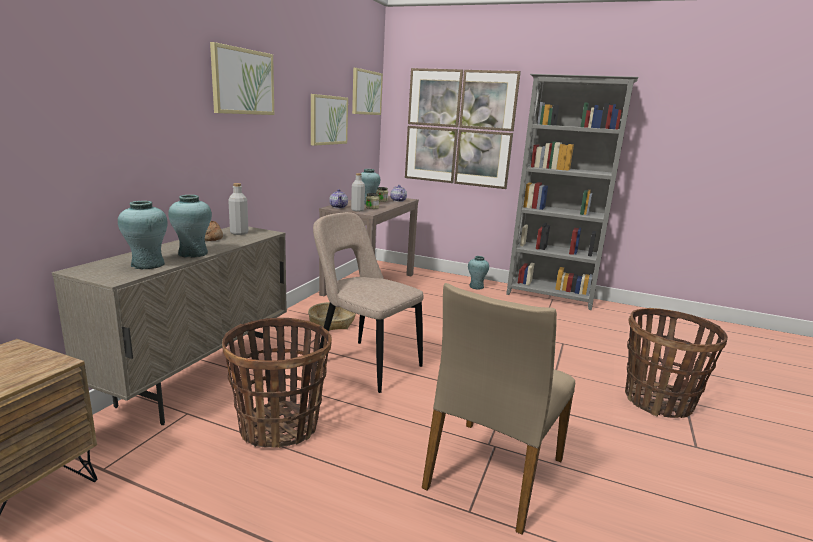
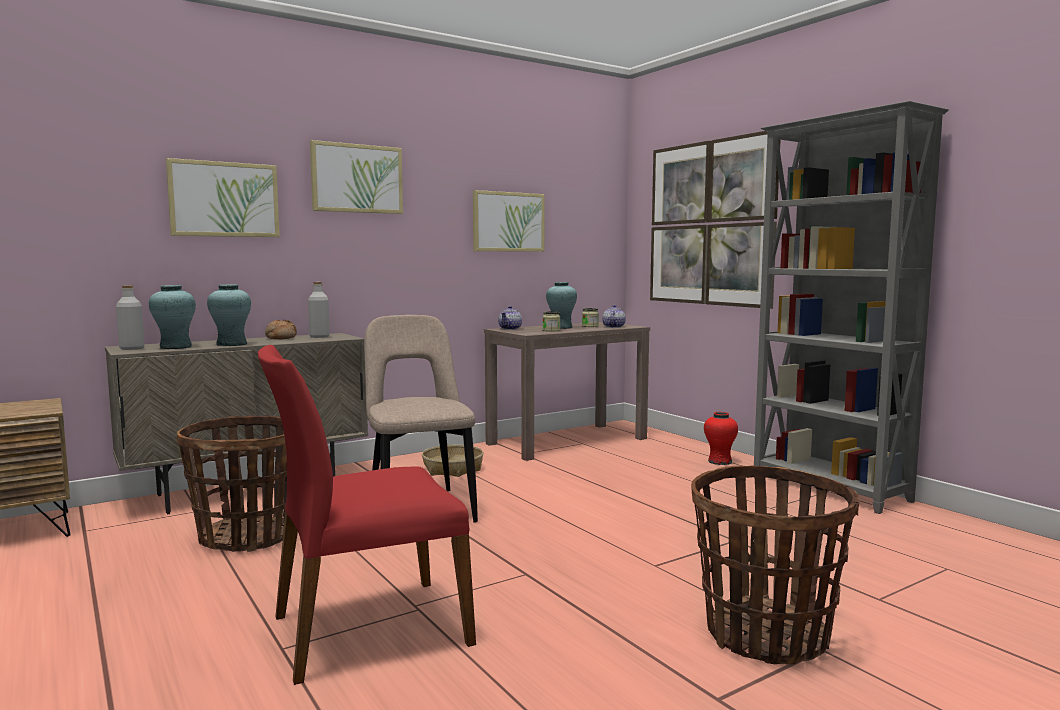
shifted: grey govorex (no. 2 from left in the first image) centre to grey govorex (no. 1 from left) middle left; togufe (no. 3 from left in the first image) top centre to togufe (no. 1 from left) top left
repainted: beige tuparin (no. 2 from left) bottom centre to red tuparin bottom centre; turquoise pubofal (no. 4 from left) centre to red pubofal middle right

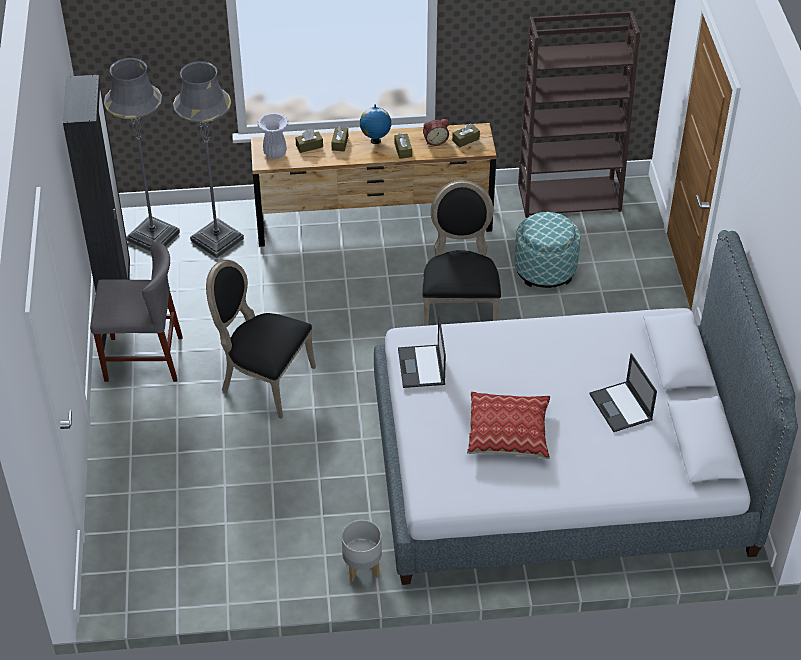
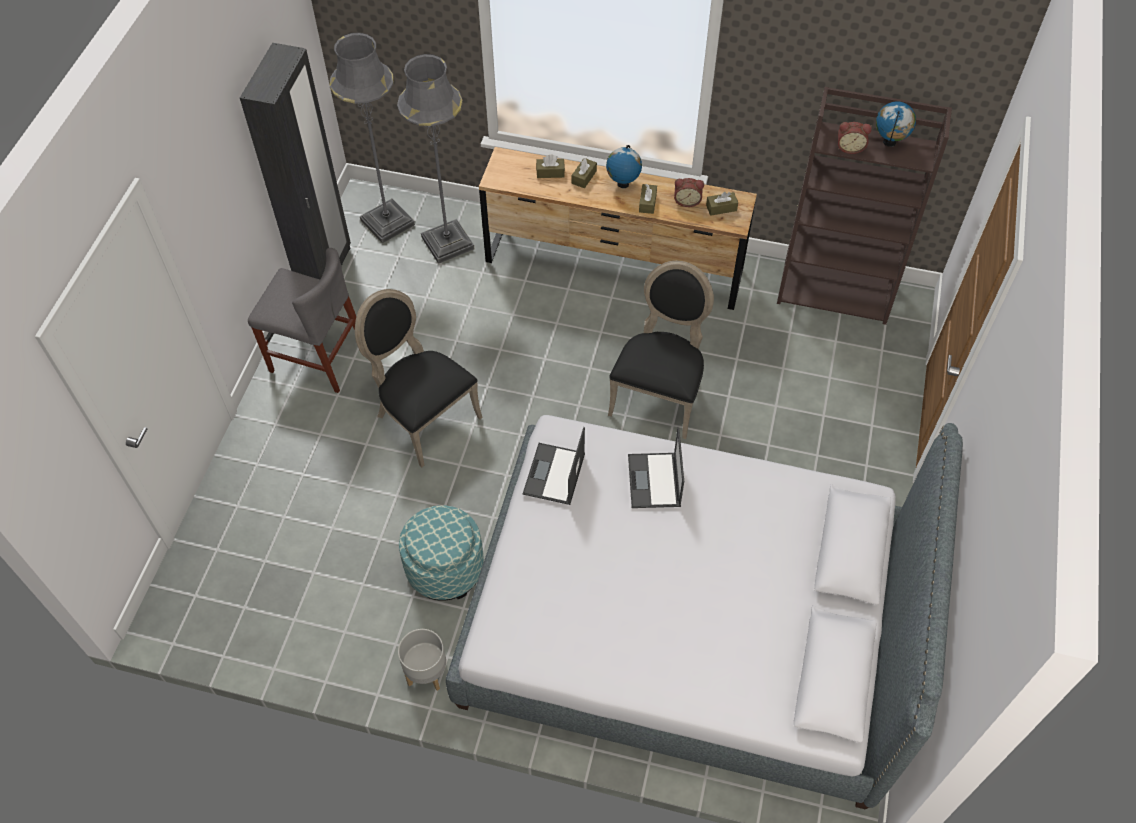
gone: white pubofal top centre; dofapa centre
new: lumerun (no. 2 from left) top right; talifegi (no. 2 from left) top right
shifted: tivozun middle right to bottom centre; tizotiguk (no. 2 from left) middle right to centre

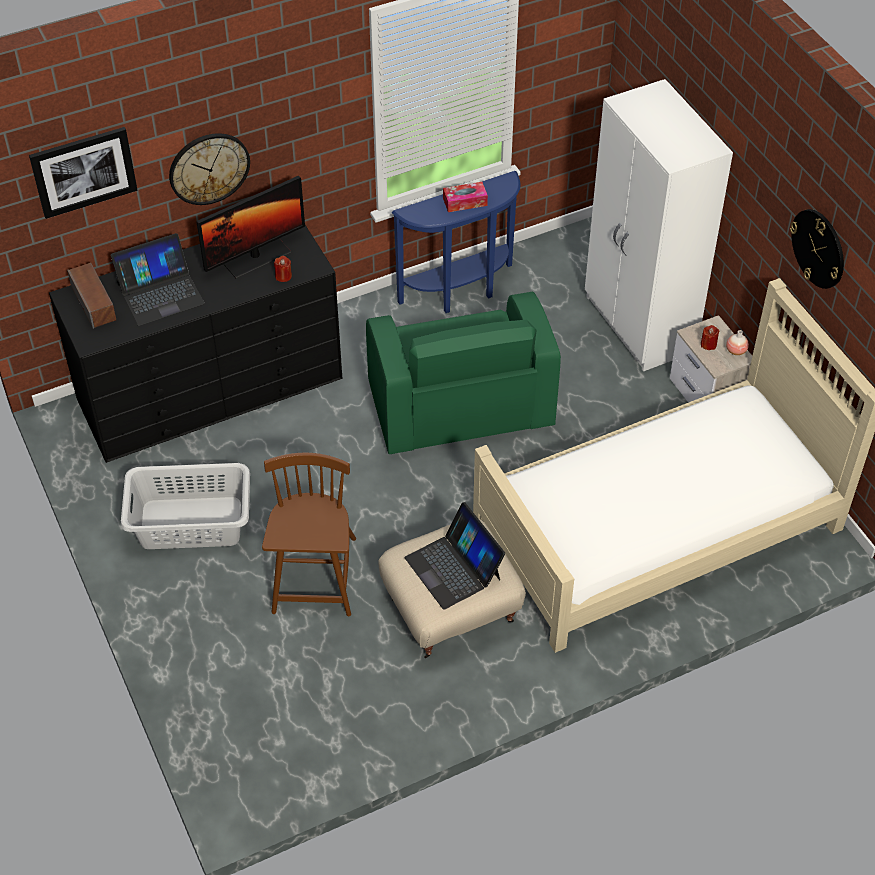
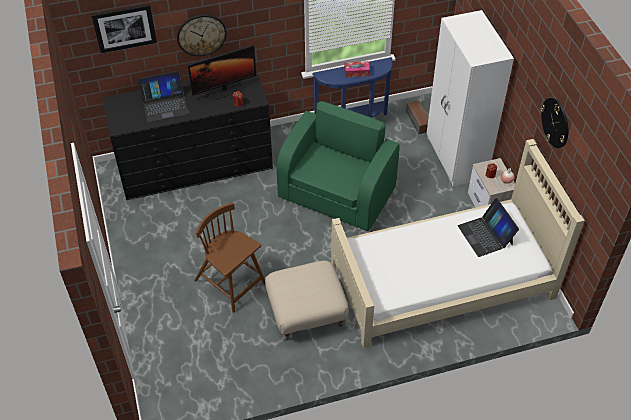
gone: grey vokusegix middle left
shifted: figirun middle left to top centre; tizotiguk (no. 2 from left) centre to middle right
rotated: brown tuparin centre = centre 60 degrees counterclockwise; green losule centre = centre 150 degrees counterclockwise

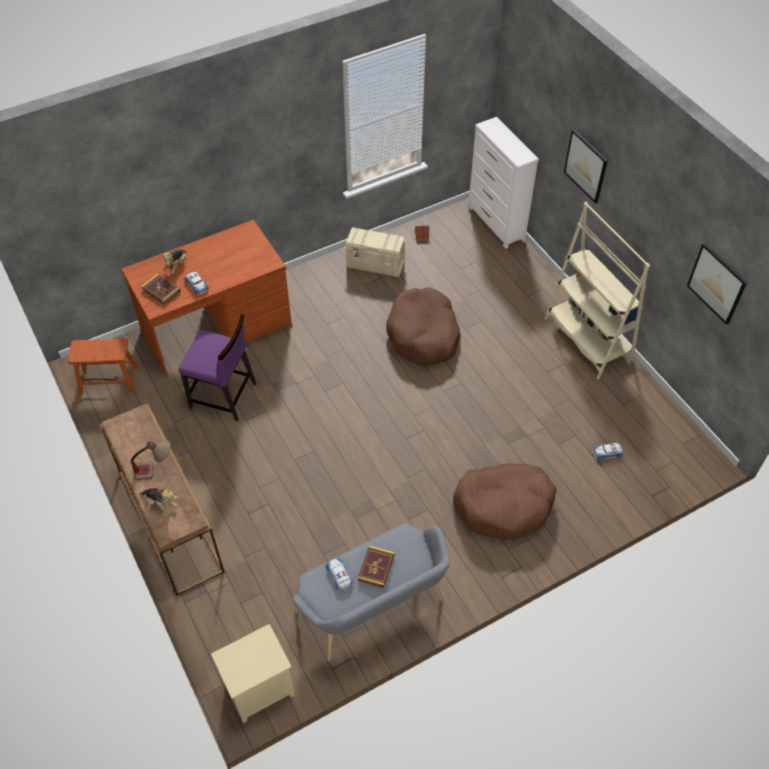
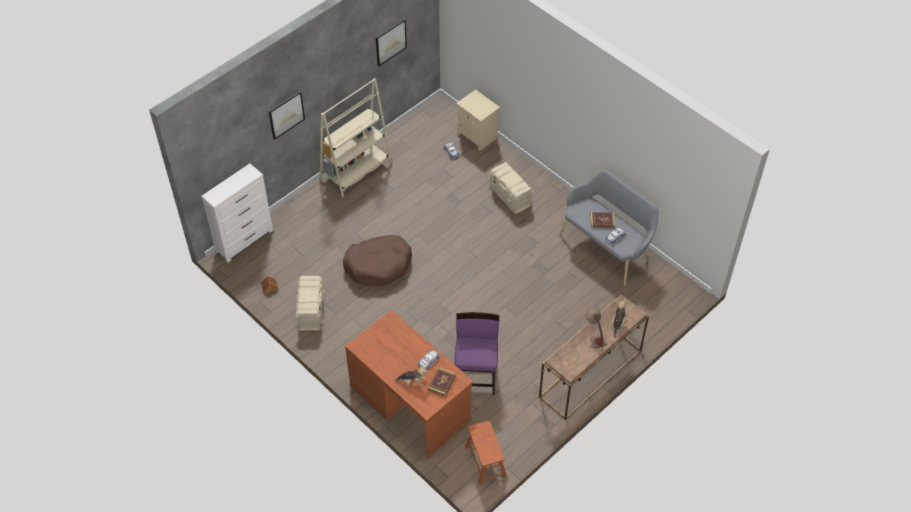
shifted: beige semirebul bottom left to top centre
swapped: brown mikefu (no. 2 from left) centre to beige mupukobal (no. 2 from left) centre

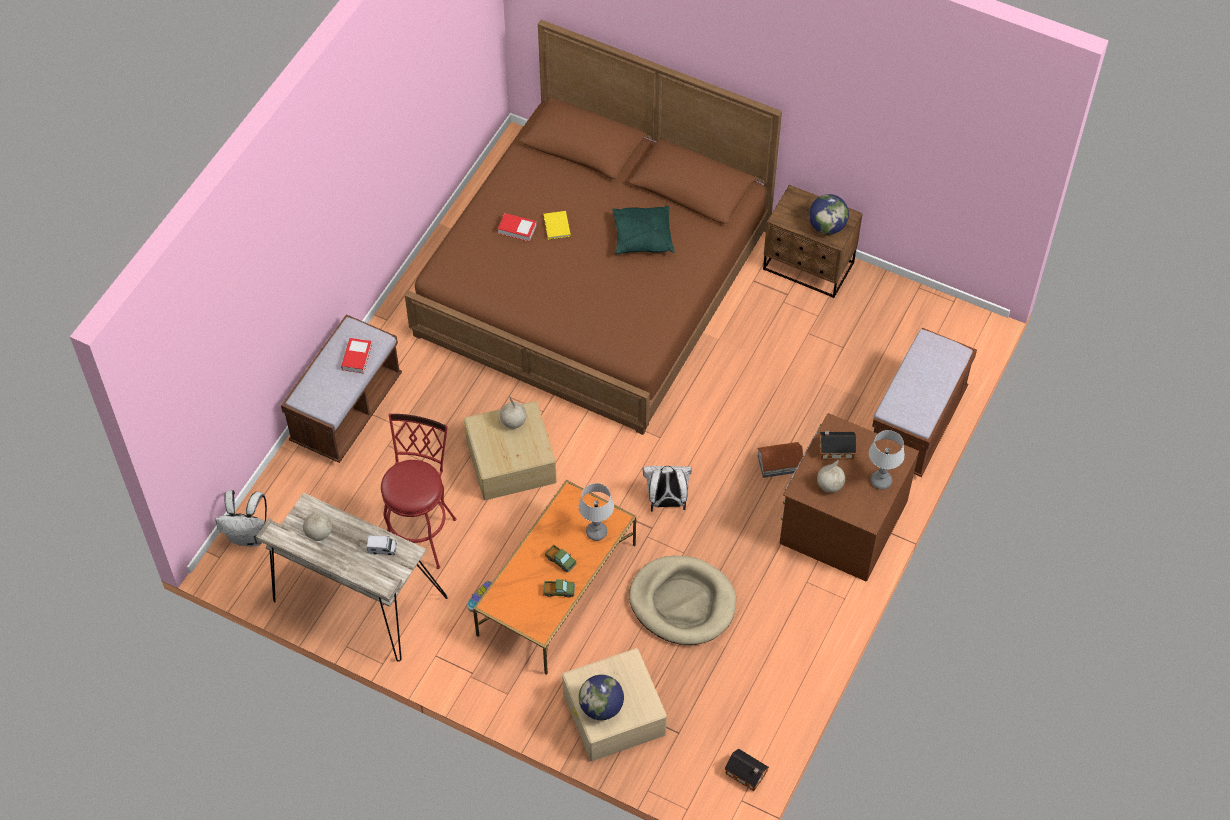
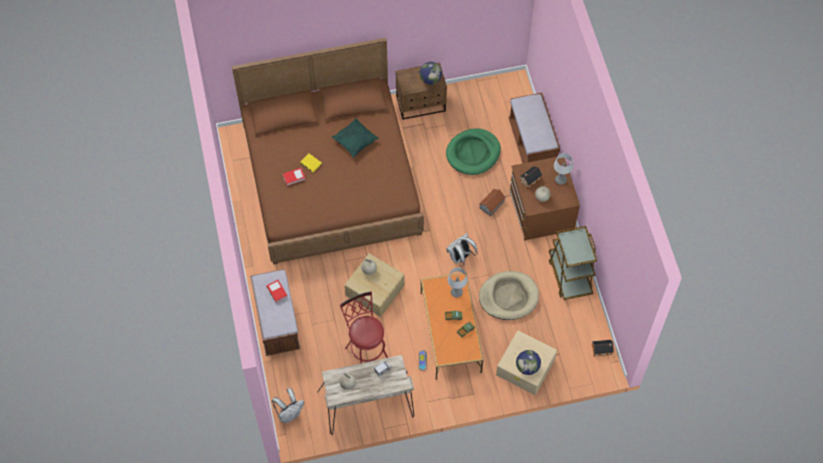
new: green mikefu top centre; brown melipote middle right

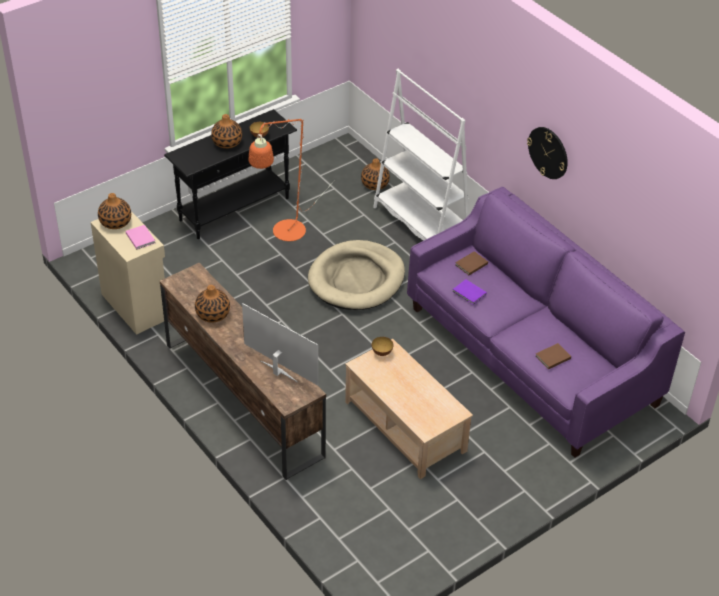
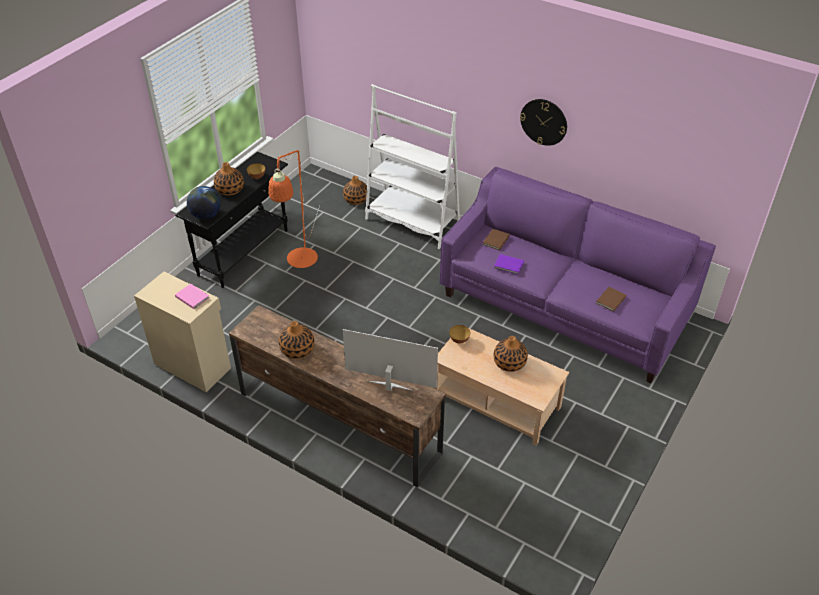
gone: beige mikefu centre
new: talifegi middle left
shifted: pubofal (no. 1 from left in the first image) middle left to pubofal (no. 4 from left) centre

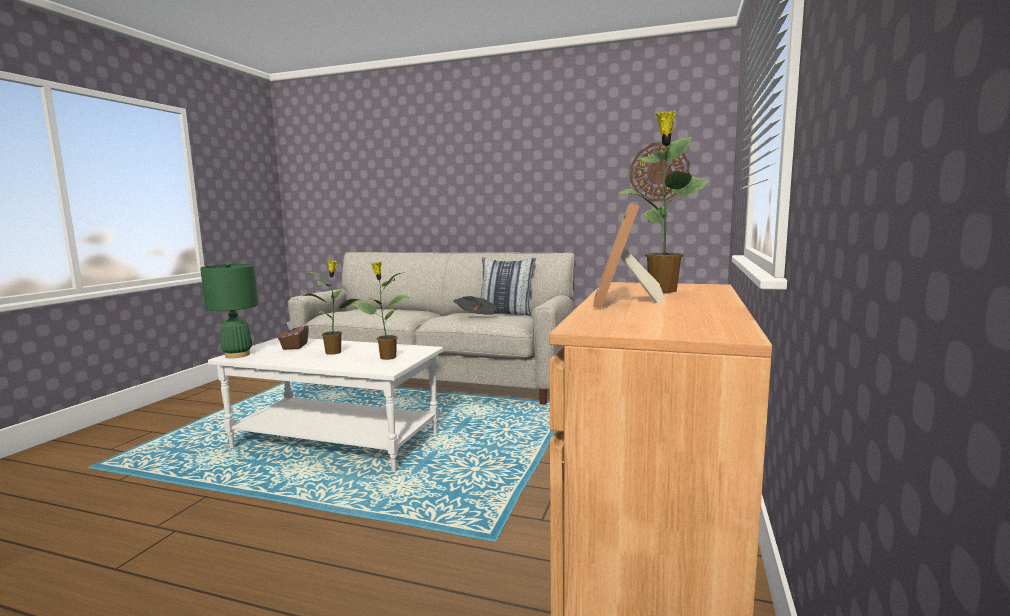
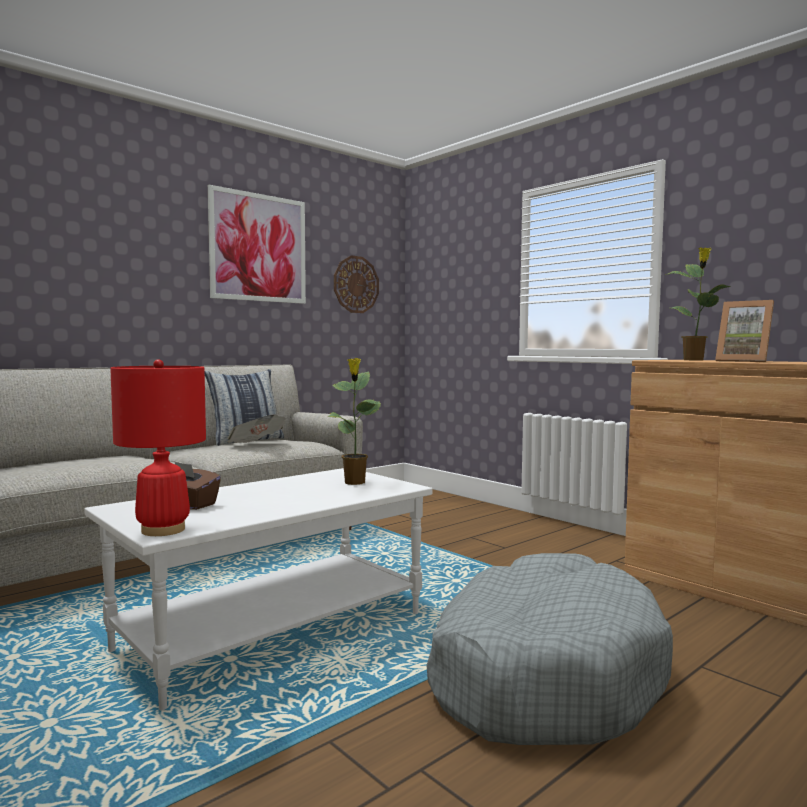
gone: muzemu (no. 1 from left) middle left
new: togufe top left; grey mikefu bottom right
repainted: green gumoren middle left to red gumoren middle left

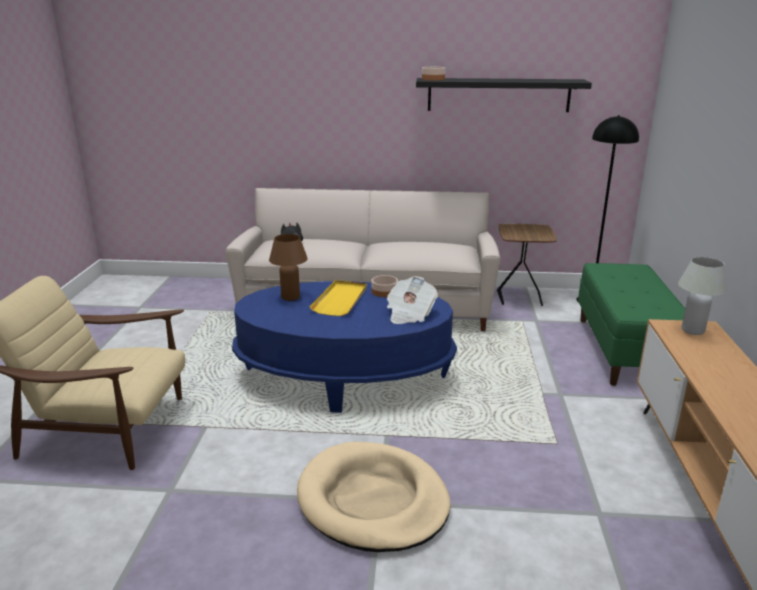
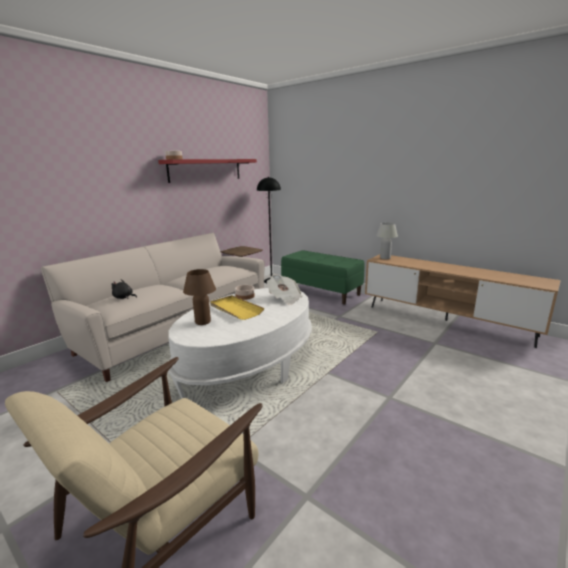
gone: beige mikefu bottom centre
repainted: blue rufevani centre to white rufevani centre; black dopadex top centre to red dopadex top centre

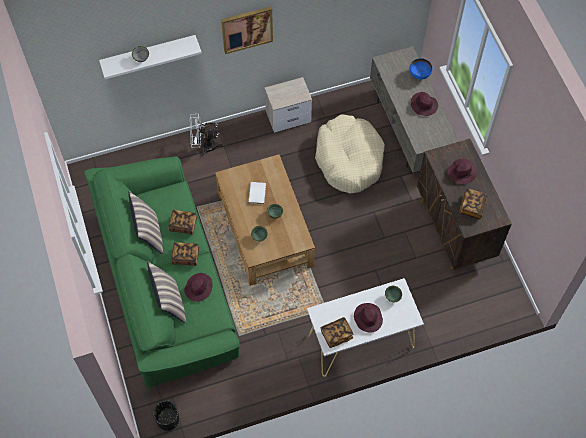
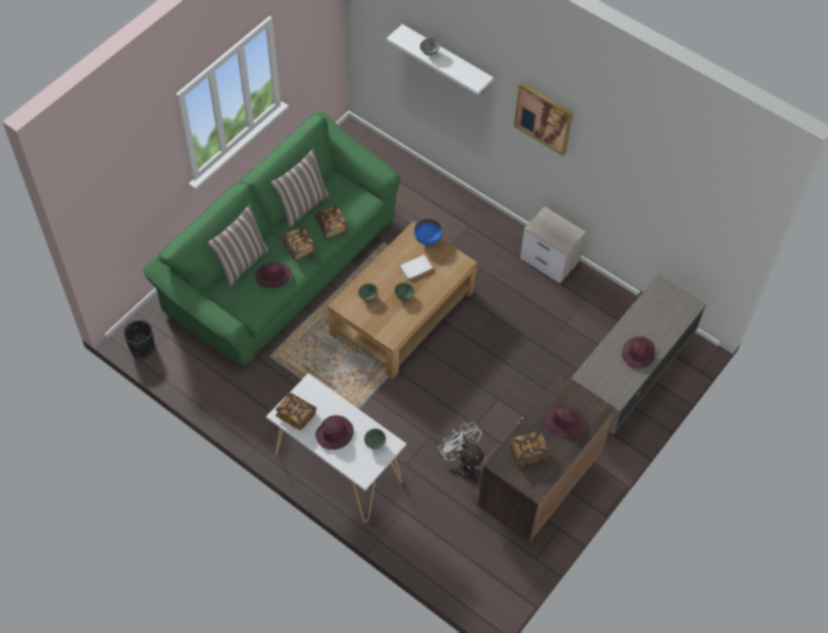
gone: beige mikefu centre
shifted: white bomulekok top centre to bottom centre; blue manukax top right to centre

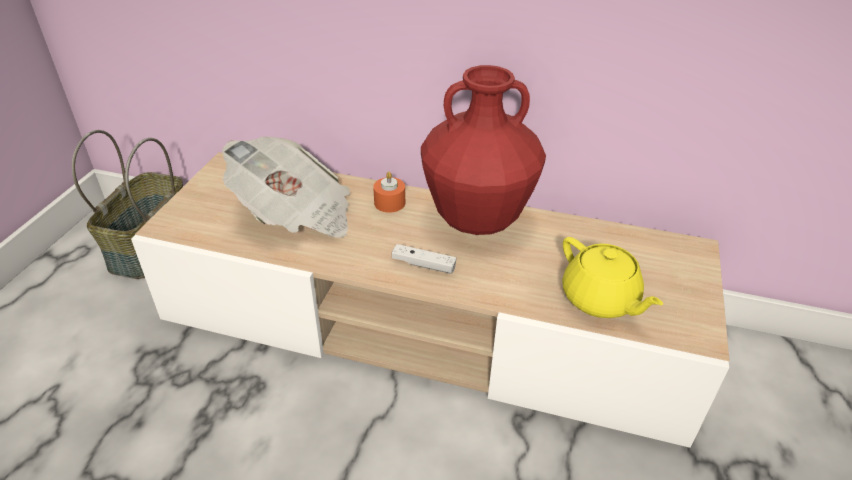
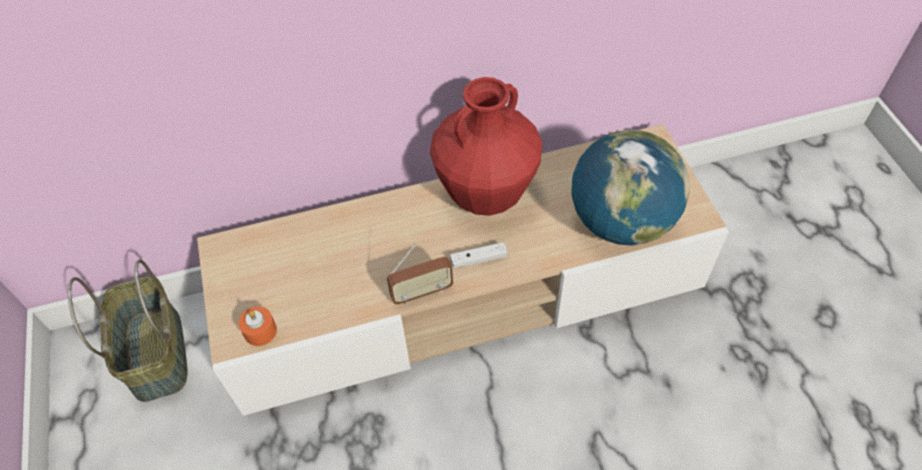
gone: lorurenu centre
new: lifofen centre
shifted: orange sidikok centre to bottom left
swapped: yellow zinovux middle right to talifegi middle right

